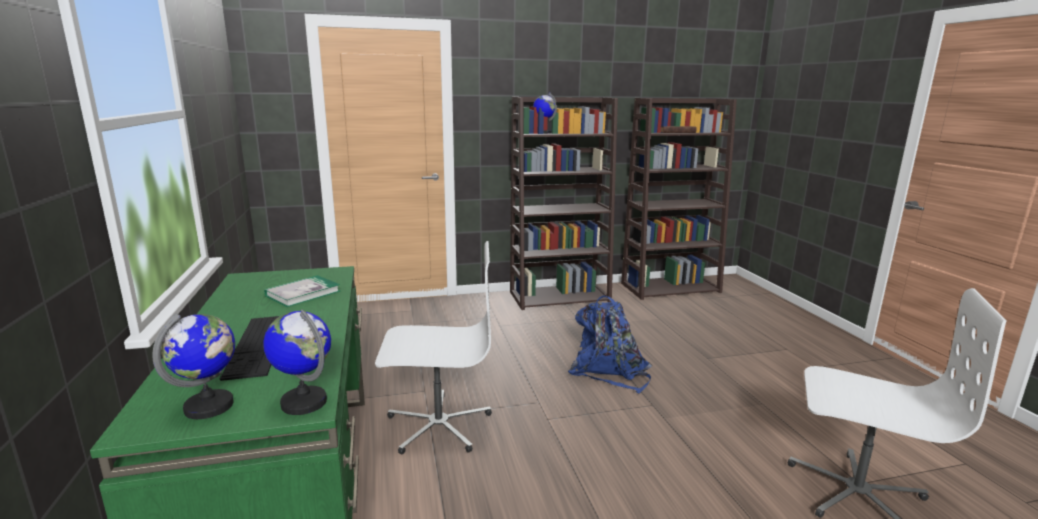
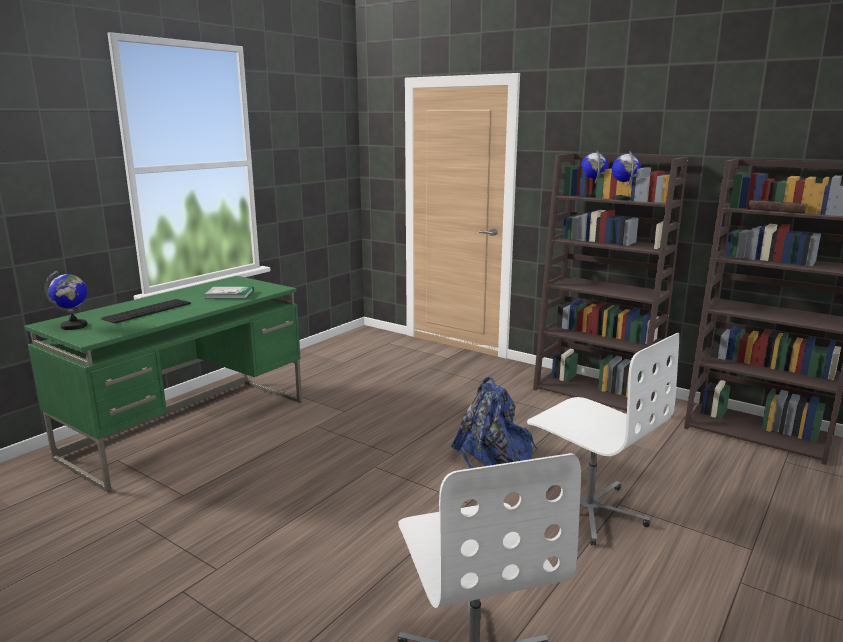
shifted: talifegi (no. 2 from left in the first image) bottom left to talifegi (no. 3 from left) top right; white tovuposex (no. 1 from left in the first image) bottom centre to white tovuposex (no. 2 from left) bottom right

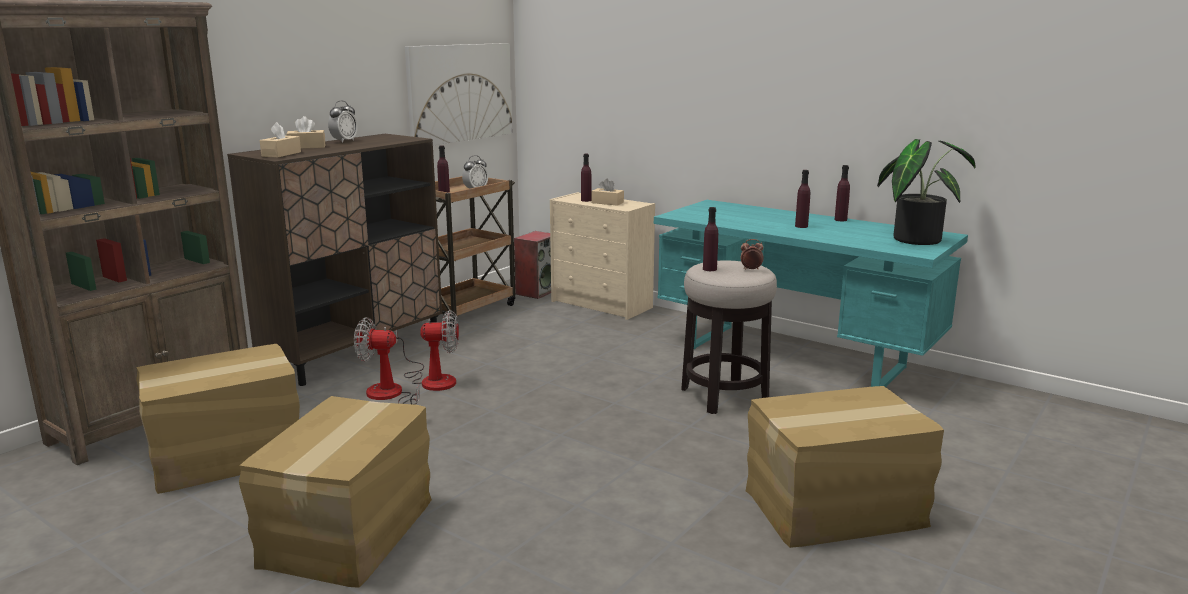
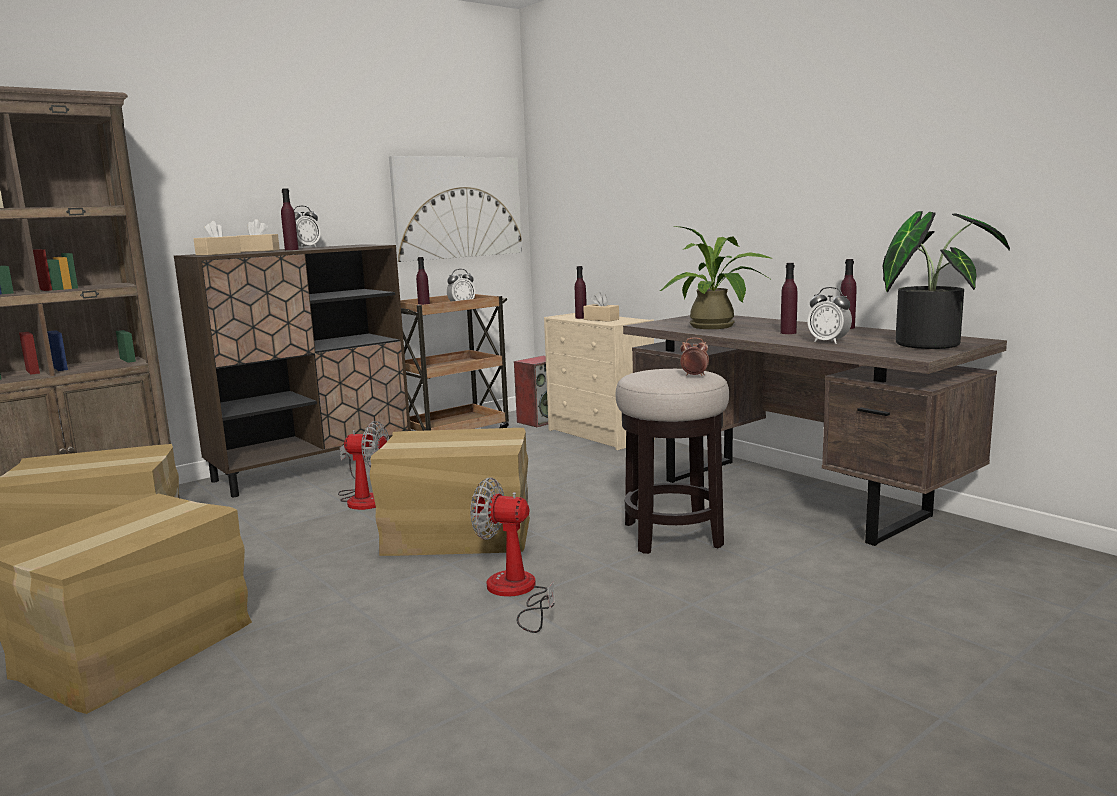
new: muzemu (no. 1 from left) centre; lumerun (no. 4 from left) middle right
shifted: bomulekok (no. 1 from left in the first image) middle left to bomulekok (no. 2 from left) bottom centre; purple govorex (no. 3 from left in the first image) centre to purple govorex (no. 1 from left) top left; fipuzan (no. 3 from left) bottom right to centre
repainted: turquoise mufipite middle right to brown mufipite middle right

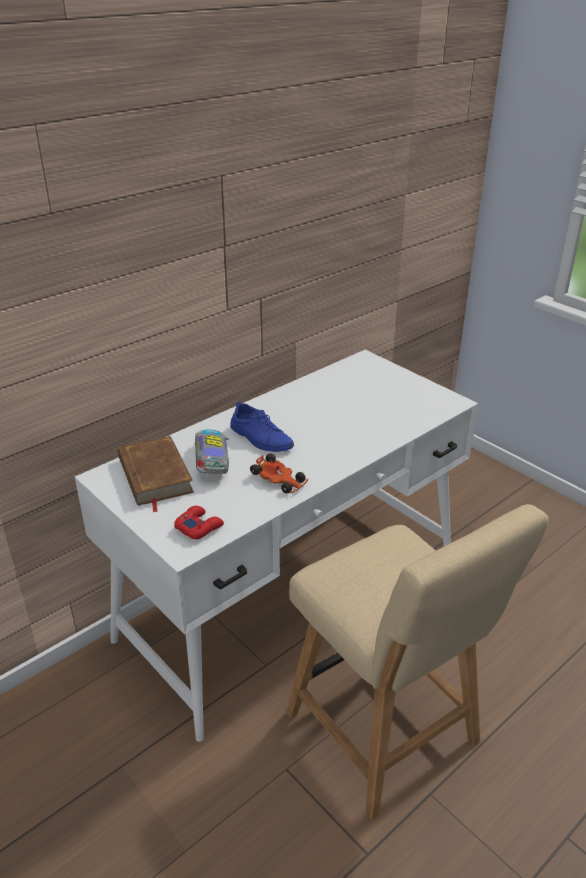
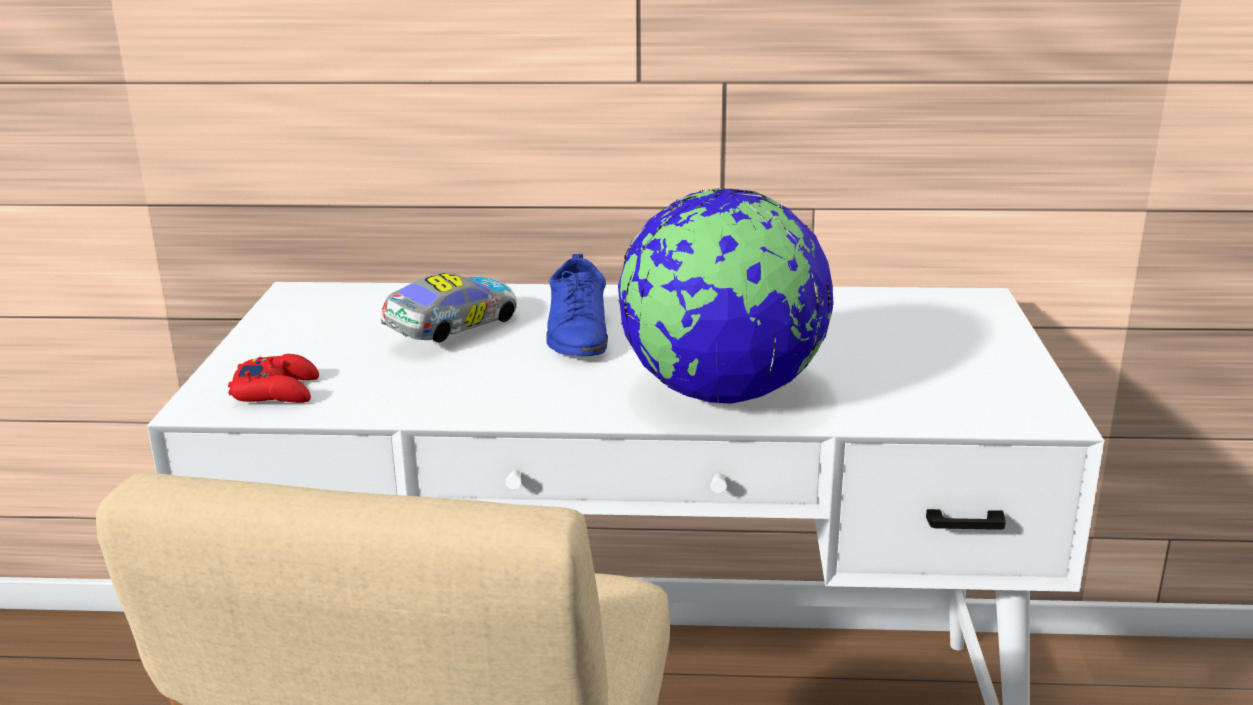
gone: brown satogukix middle left; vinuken (no. 2 from left) centre
new: talifegi centre

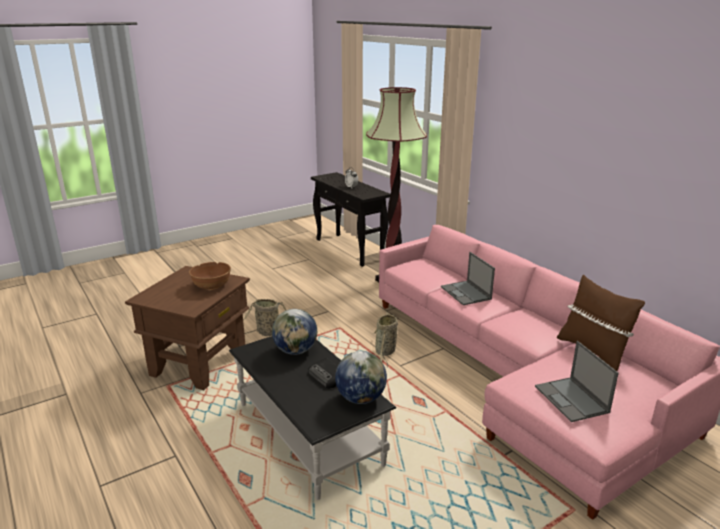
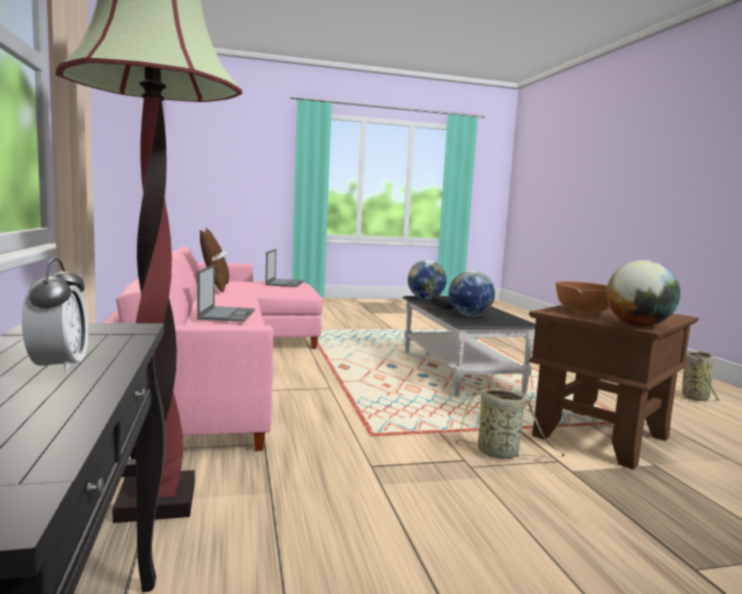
new: talifegi (no. 3 from left) middle right
shifted: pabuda (no. 2 from left) centre to middle right

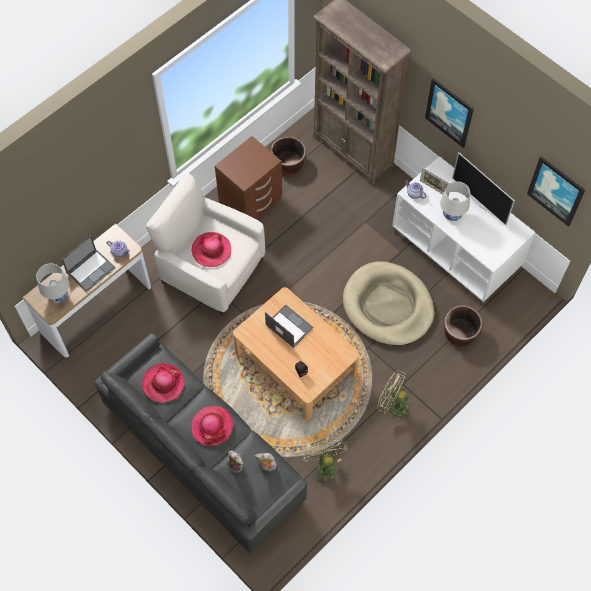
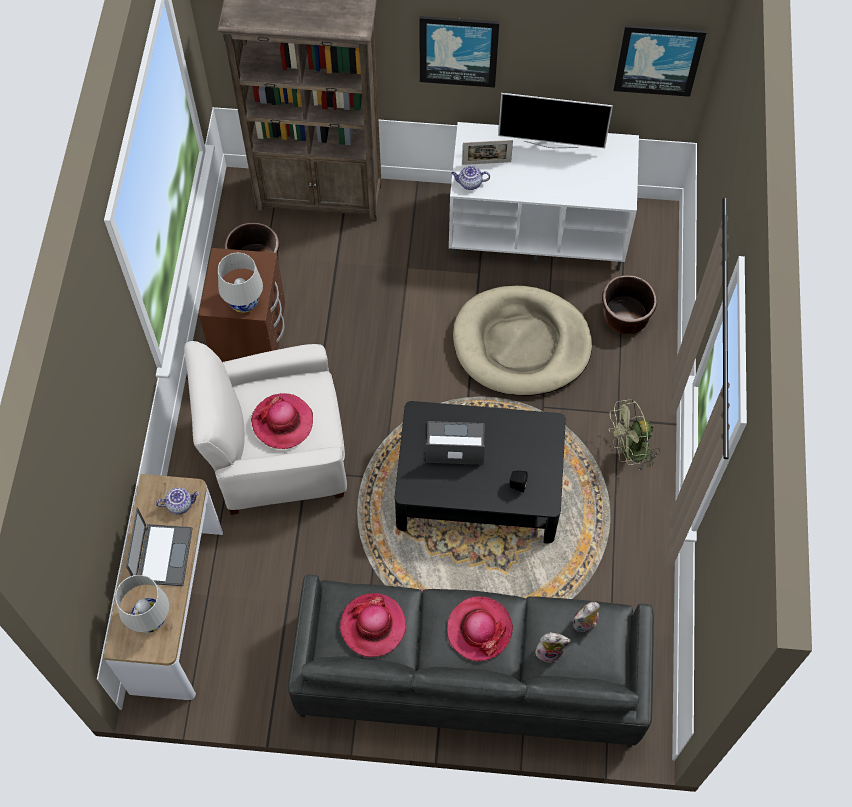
gone: green bomulekok (no. 1 from left) bottom centre
shifted: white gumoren (no. 2 from left) middle right to middle left
repainted: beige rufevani centre to black rufevani centre

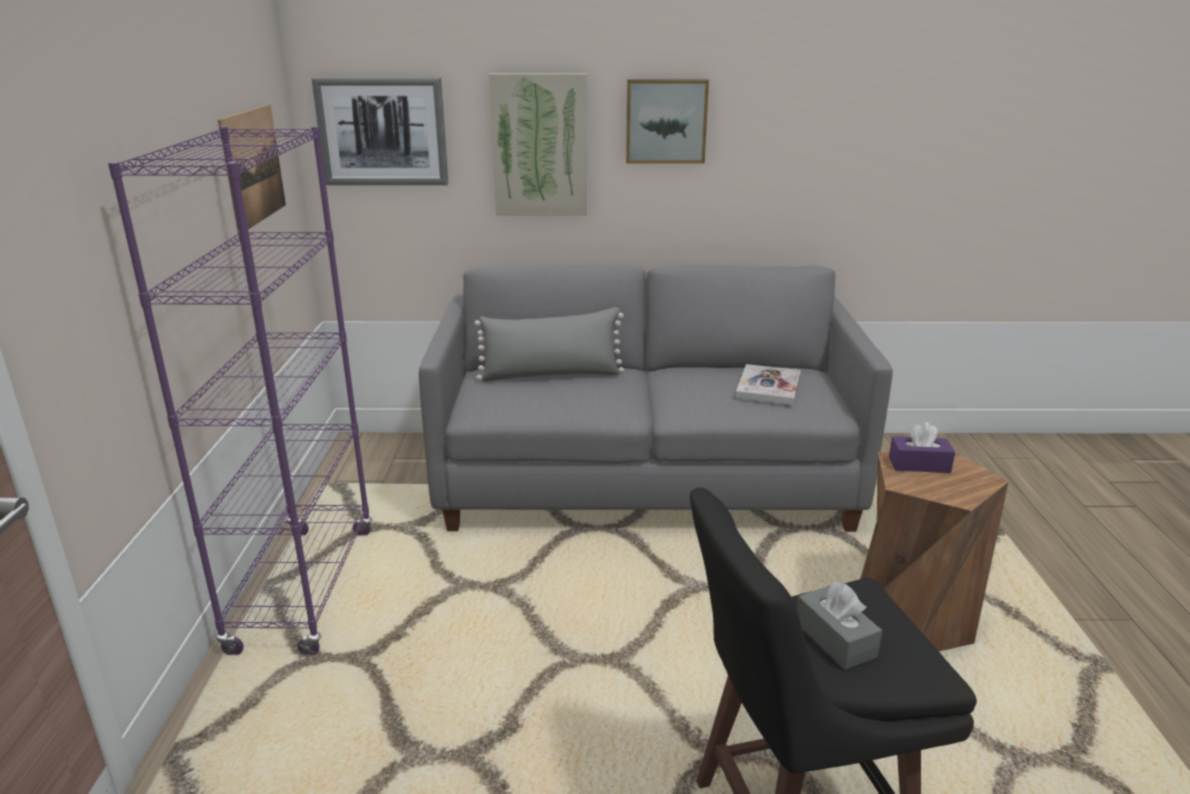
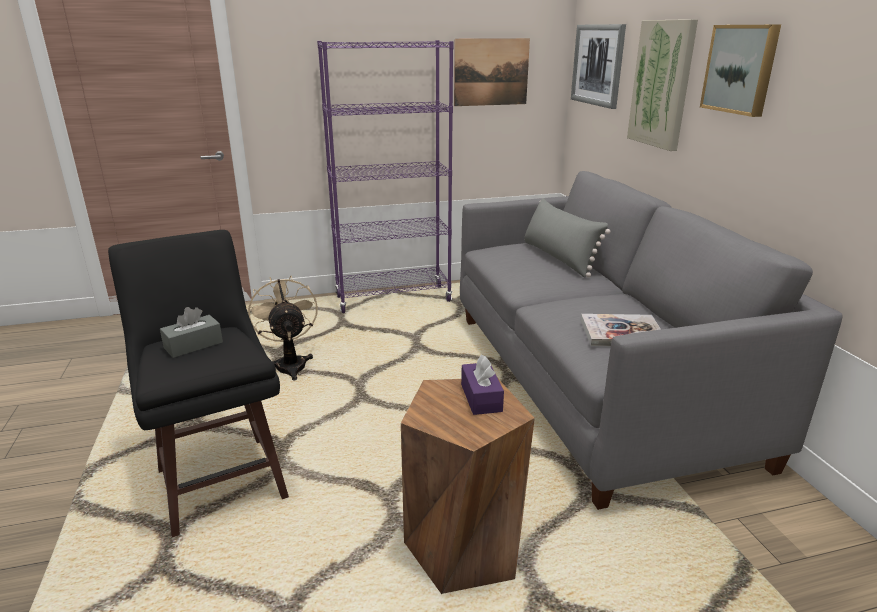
new: beige bomulekok middle left

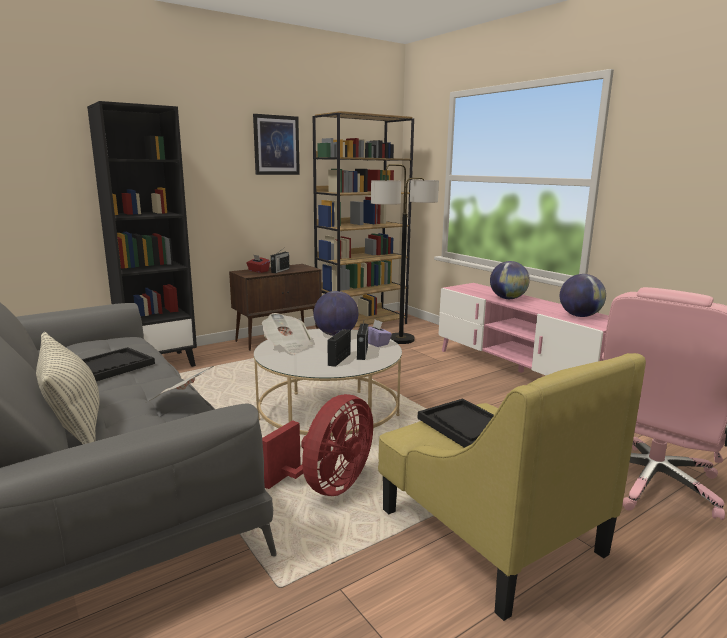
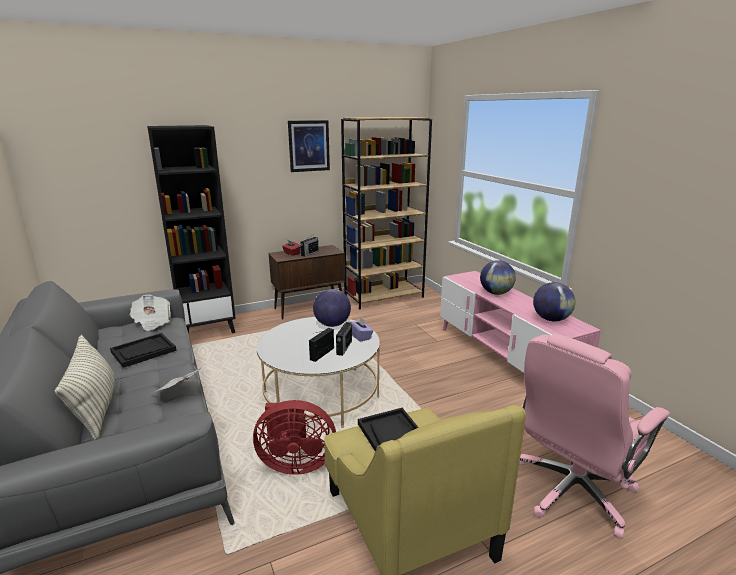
gone: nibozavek centre
shifted: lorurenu (no. 2 from left in the first image) centre to lorurenu (no. 1 from left) middle left
rotated: red bomulekok bottom centre = bottom centre 45 degrees clockwise

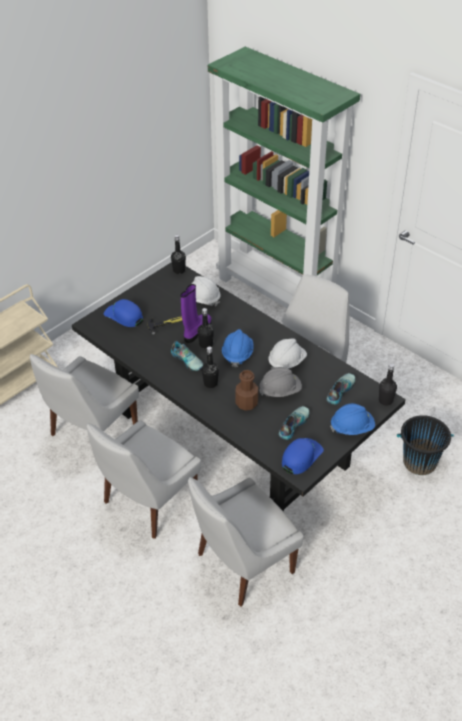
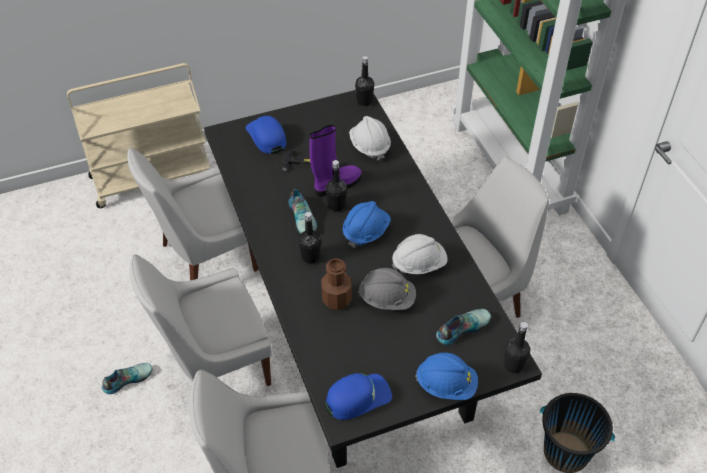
shifted: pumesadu (no. 2 from left in the first image) centre to pumesadu (no. 1 from left) bottom left

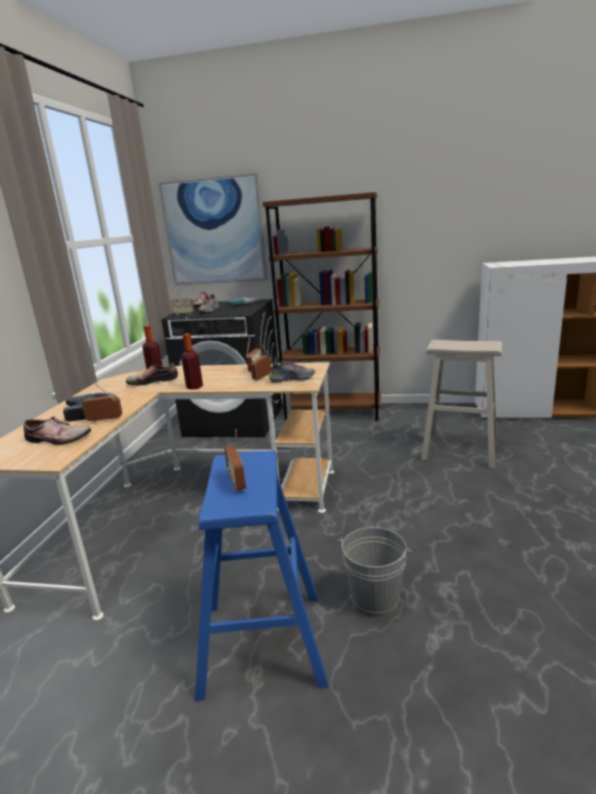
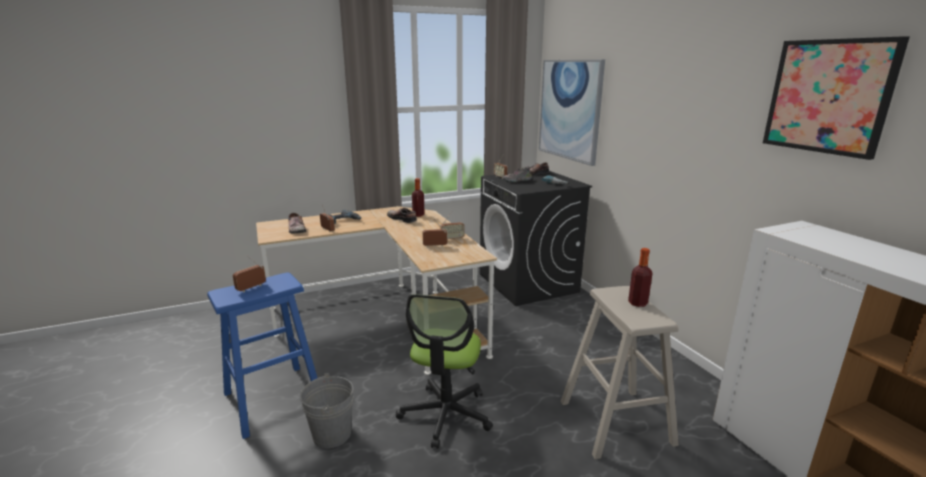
gone: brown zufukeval centre; pumesadu (no. 5 from left) centre
new: tovuposex bottom centre; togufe (no. 2 from left) top right
shifted: govorex (no. 2 from left) middle left to middle right

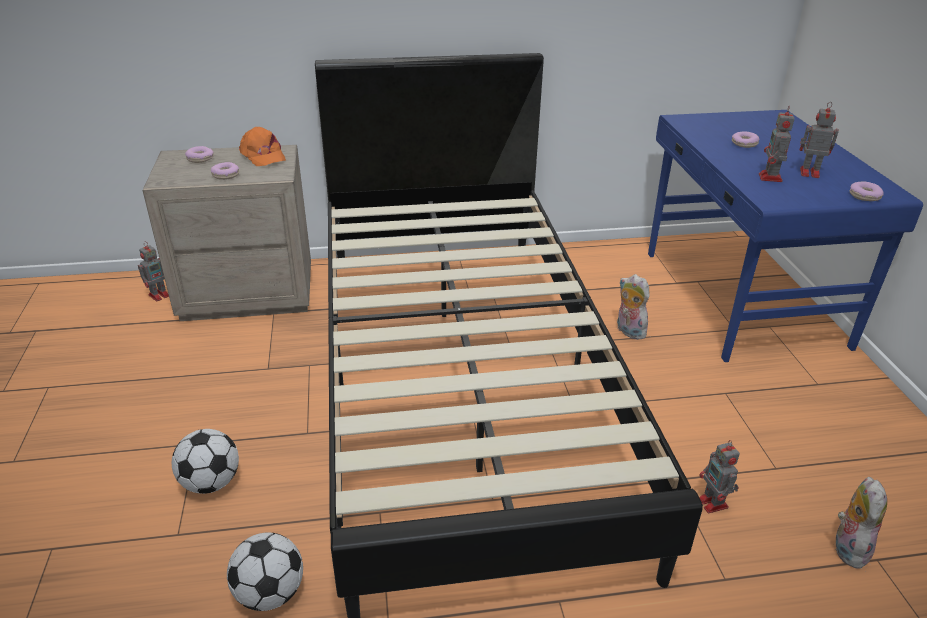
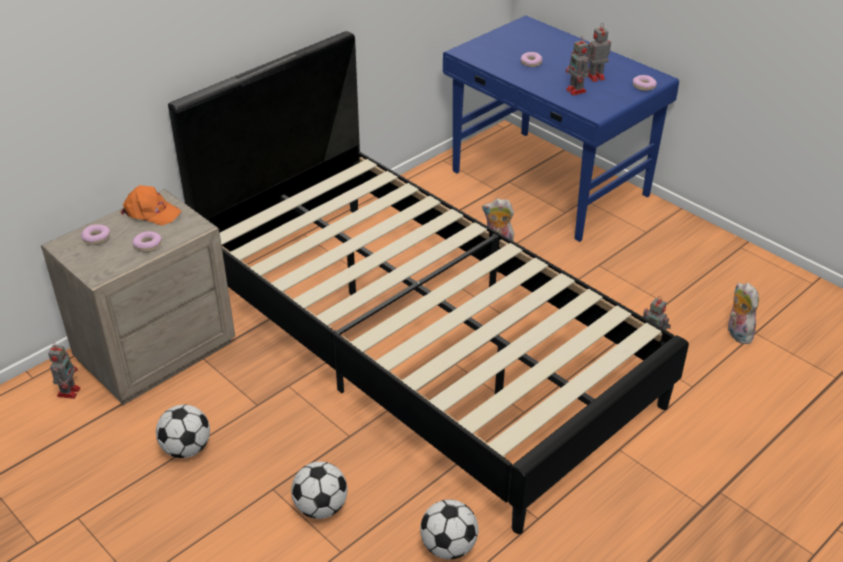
new: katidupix (no. 1 from left) bottom left

